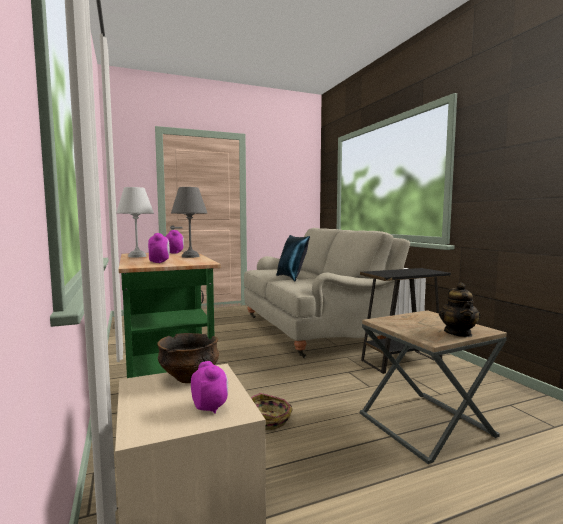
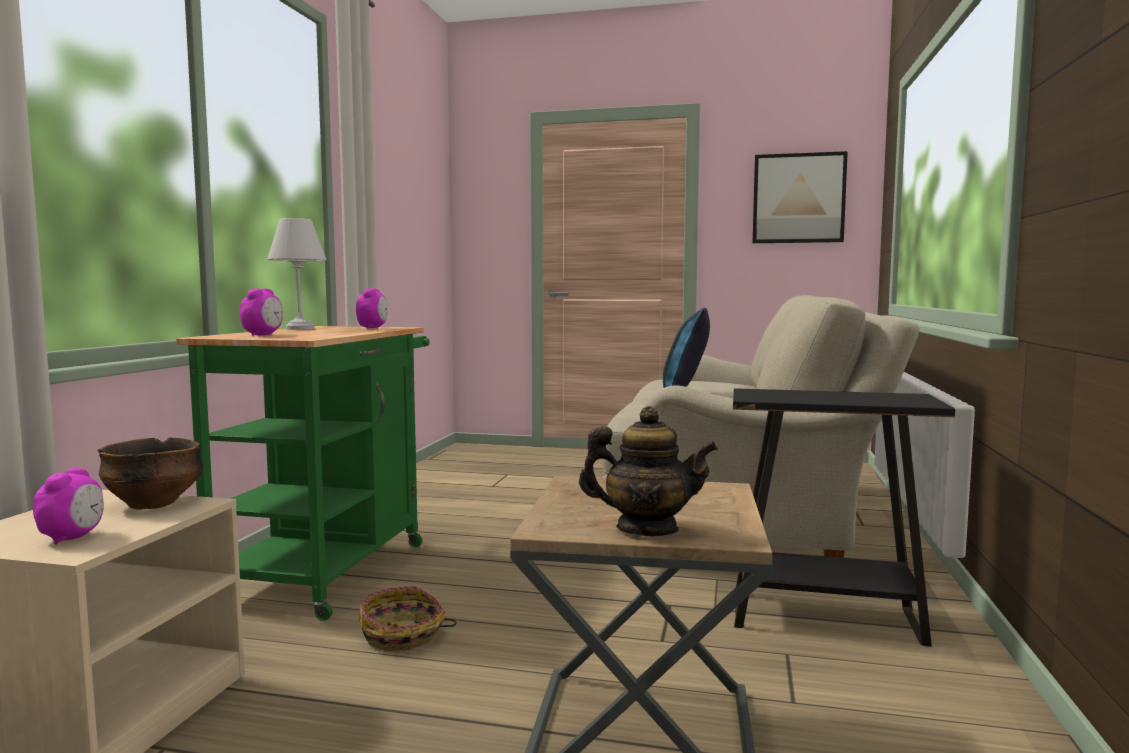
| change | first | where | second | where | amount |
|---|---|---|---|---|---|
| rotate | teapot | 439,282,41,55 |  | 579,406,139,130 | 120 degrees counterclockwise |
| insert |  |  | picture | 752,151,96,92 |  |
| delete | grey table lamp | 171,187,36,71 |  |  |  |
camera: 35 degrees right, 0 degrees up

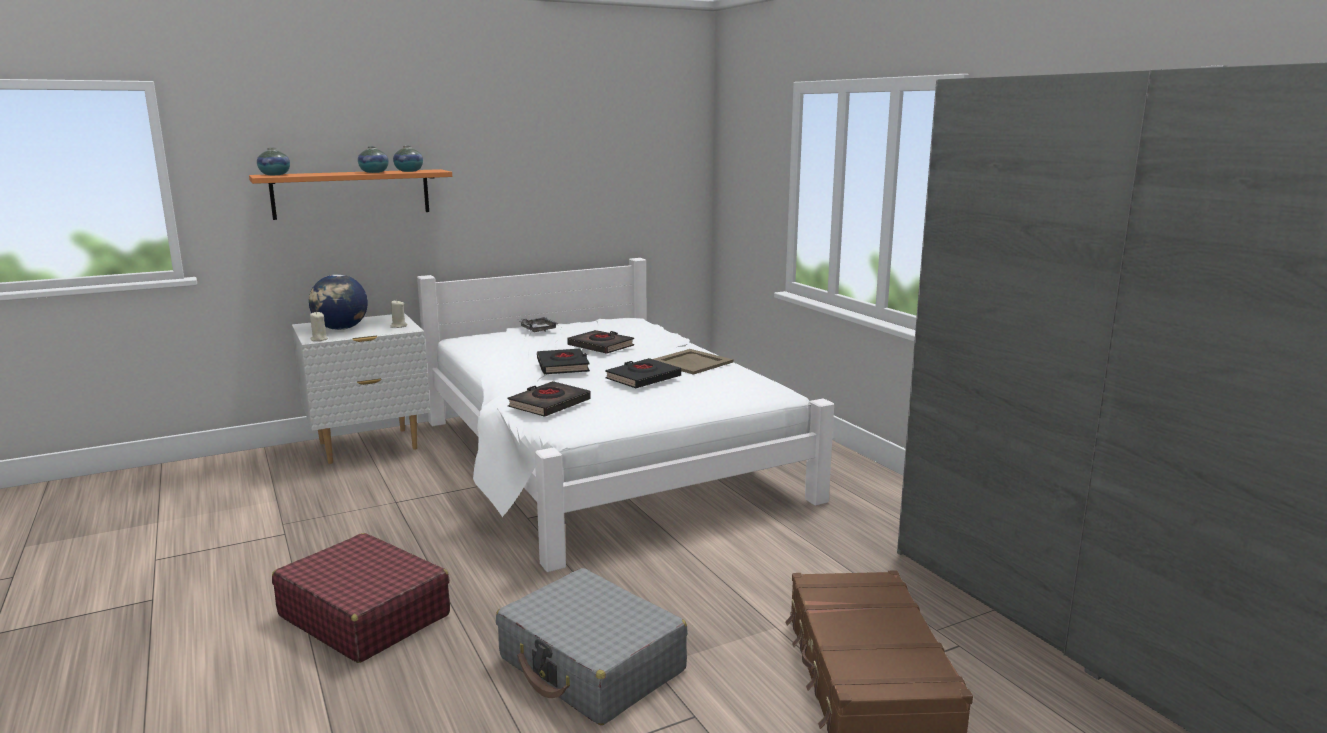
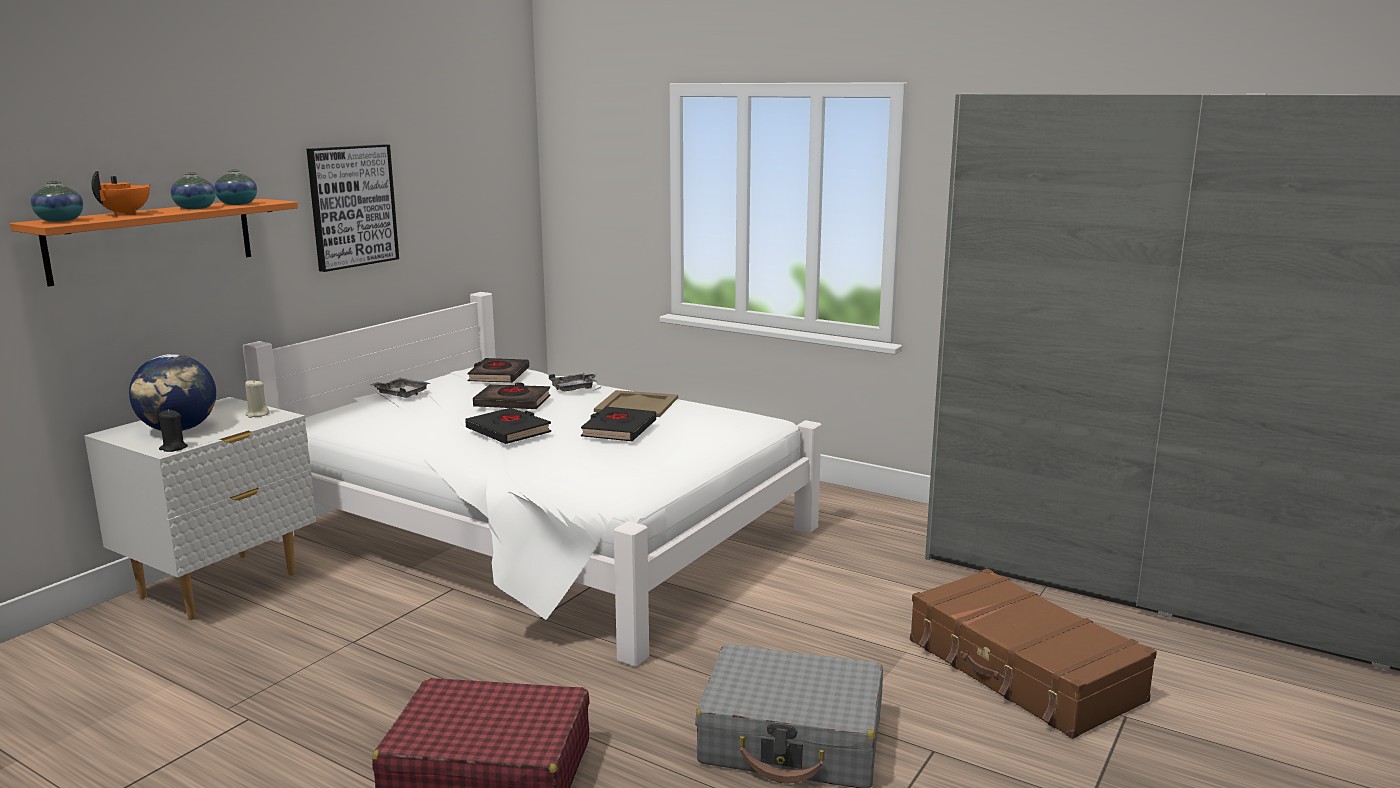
| change | first | where | second | where | amount |
|---|---|---|---|---|---|
| insert |  |  | orange teapot | 92,171,59,45 |  |
| recolor | beige candle | 310,311,18,30 | black candle | 158,409,30,43 |  |
| insert |  |  | picture | 307,144,92,128 |  |
| move | black book | 508,381,83,36 |  | 468,358,61,25 |  |
| insert |  |  | grey tray | 549,373,50,18 |  |
camera: 30 degrees left, 0 degrees up

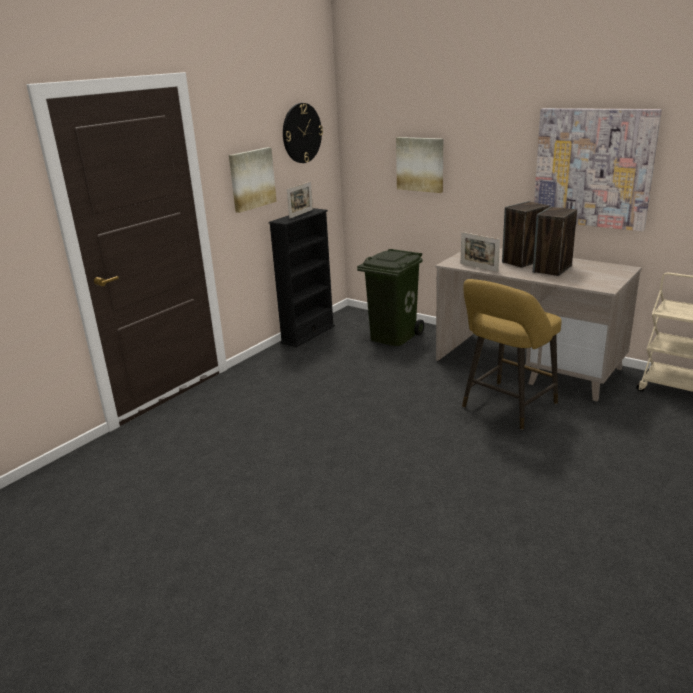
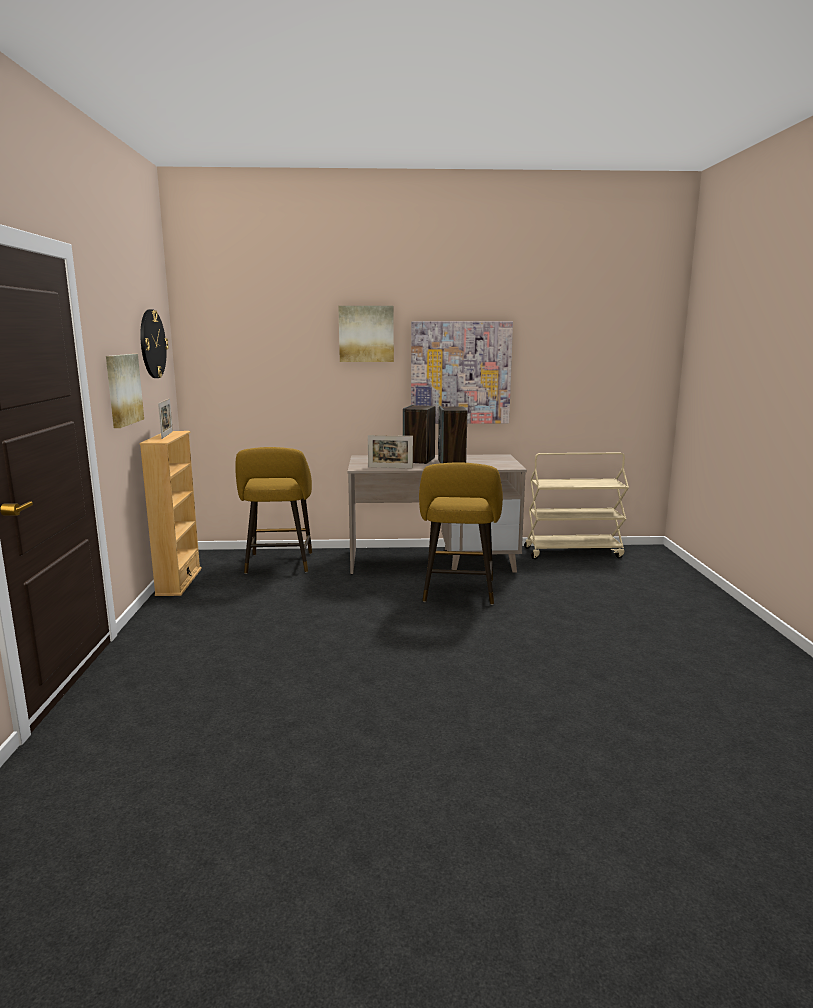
| change | first | where | second | where | amount |
|---|---|---|---|---|---|
| recolor | black bookcase | 269,208,66,139 | beige bookcase | 140,431,62,165 |  |
| replace | green trash can | 357,249,67,97 | yellow stool | 235,447,77,127 |  |
| move | picture | 396,137,47,56 |  | 338,306,56,56 |  |
camera: 40 degrees left, 10 degrees down

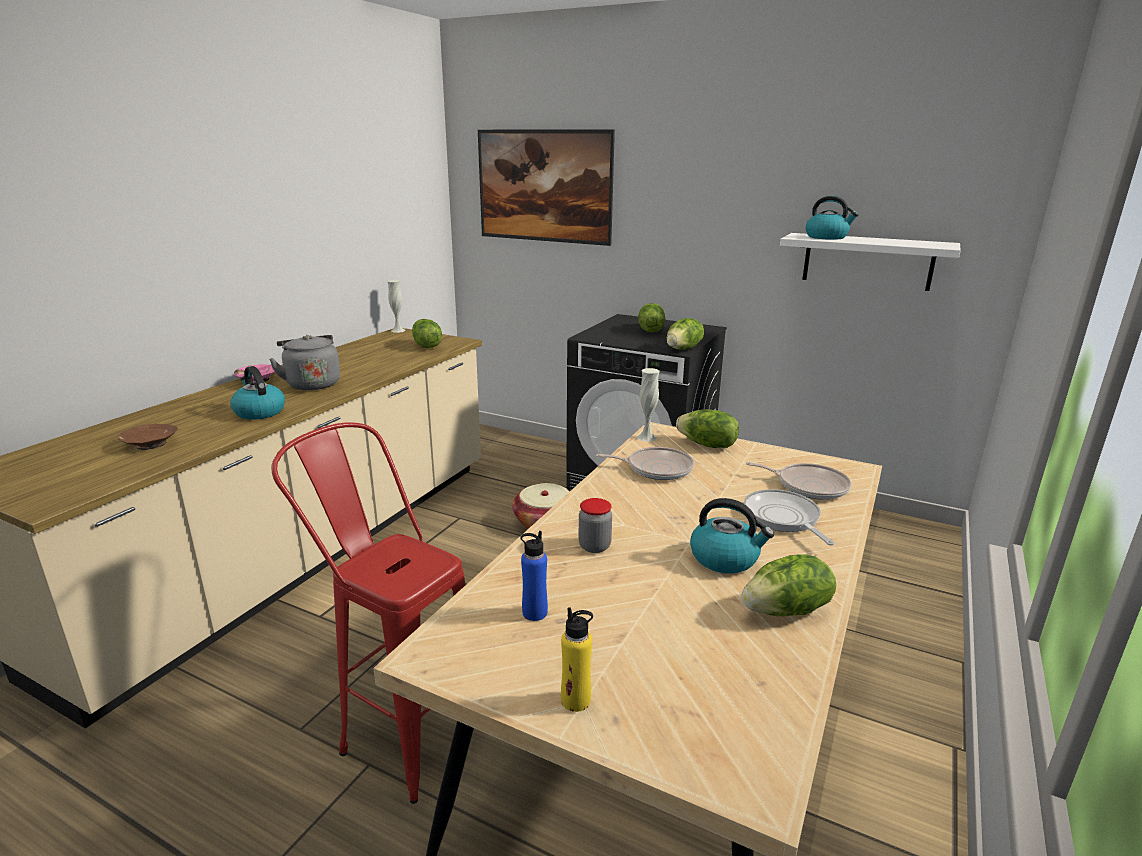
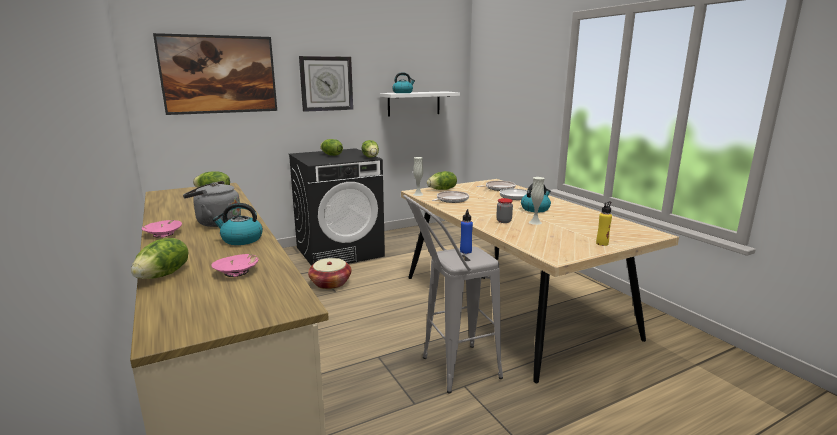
| change | first | where | second | where | amount |
|---|---|---|---|---|---|
| move | lettuce | 742,554,94,62 |  | 131,238,58,41 |  |
| recolor | brown bowl | 118,424,60,26 | pink bowl | 212,254,47,23 |  |
| insert |  |  | wall clock | 299,56,54,56 |  |
| recolor | red stool | 272,422,194,382 | grey stool | 403,195,100,198 |  |
| move | blue bottle | 520,531,28,90 |  | 460,209,13,45 |  |
| move | white vase | 387,280,18,53 |  | 529,177,16,48 |  |
camera: 55 degrees left, 5 degrees down

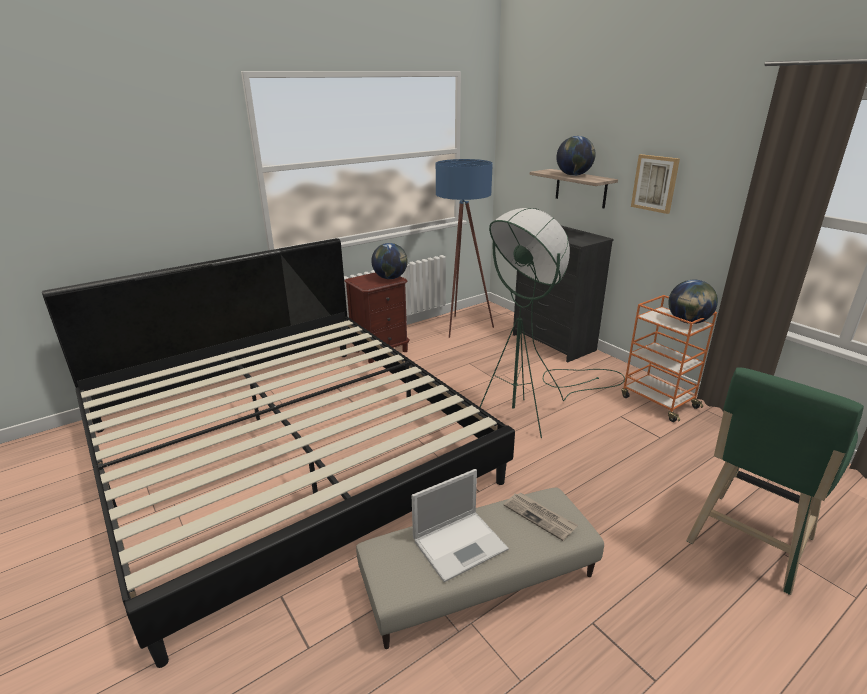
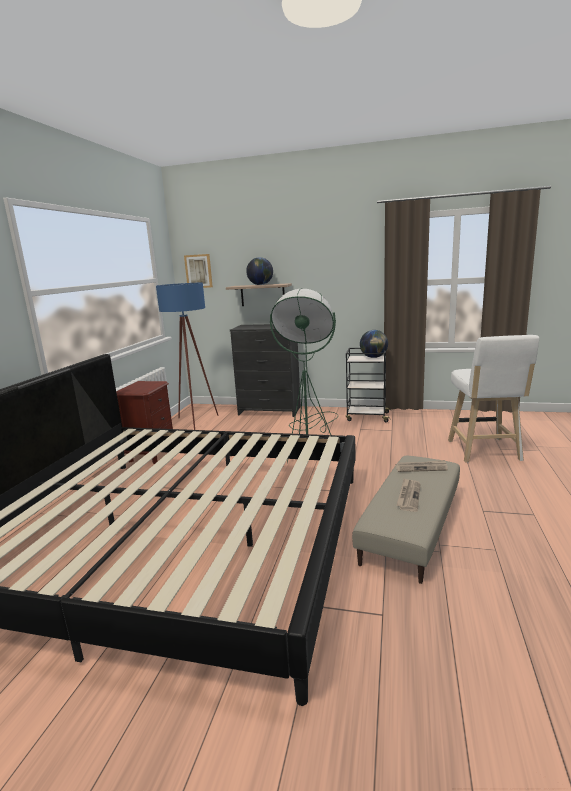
| change | first | where | second | where | amount |
|---|---|---|---|---|---|
| move | picture | 631,154,49,60 |  | 184,254,29,34 |  |
| recolor | orange cart | 621,295,96,127 | black cart | 346,348,45,74 |  |
| replace | laptop | 411,469,98,113 | newspaper | 396,478,25,34 |  |
| recolor | green stool | 686,367,178,228 | white stool | 448,335,91,128 |  |
| delete | globe | 371,243,37,36 |  |  |  |
camera: 40 degrees left, 10 degrees down

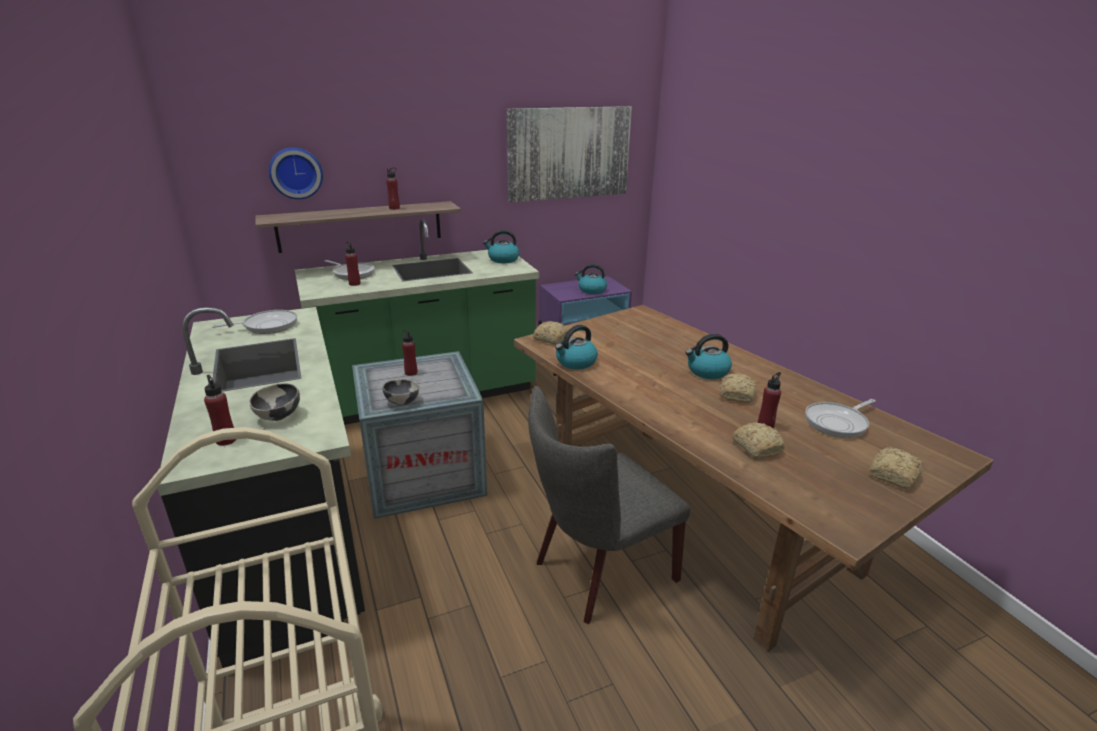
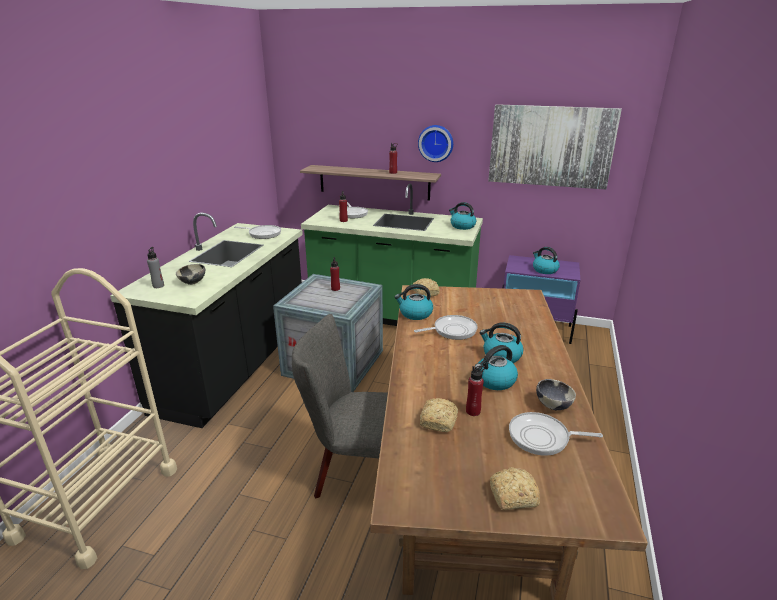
| change | first | where | second | where | amount |
|---|---|---|---|---|---|
| recolor | red bottle | 204,375,32,71 | grey bottle | 147,247,17,41 |  |
| insert |  |  | frying pan | 414,315,64,25 |  |
| move | wall clock | 269,147,54,52 |  | 418,125,35,37 |  |
| replace | bread | 720,373,37,30 | kettle | 474,345,44,45 |  |
| move | bowl | 383,379,36,27 |  | 536,379,40,31 |  |
camera: 40 degrees right, 0 degrees up

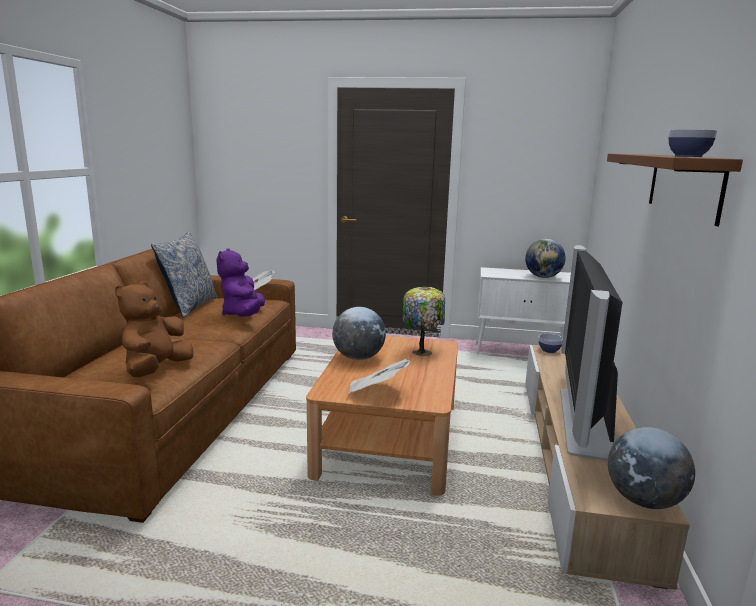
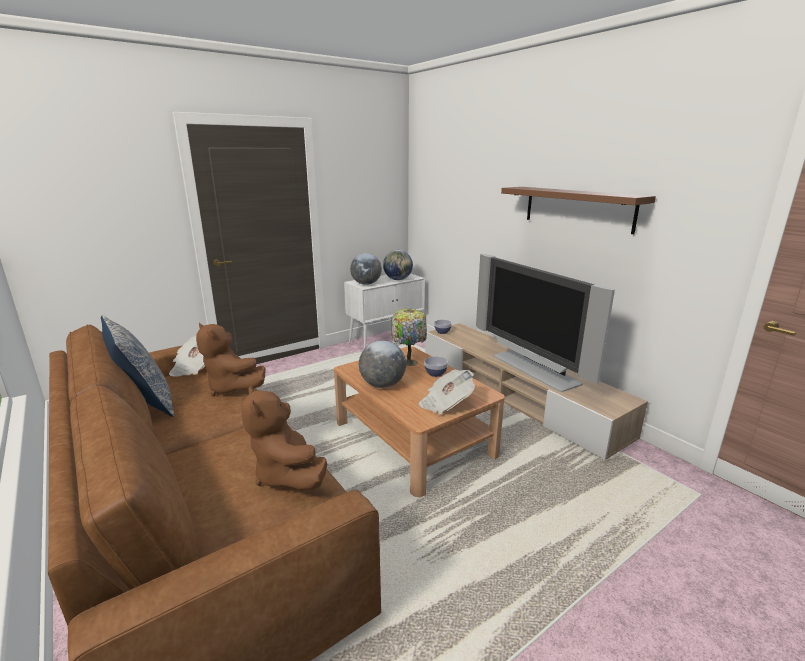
| change | first | where | second | where | amount |
|---|---|---|---|---|---|
| recolor | purple plush toy | 216,248,49,69 | brown plush toy | 196,323,69,73 |  |
| move | globe | 608,427,87,82 |  | 350,253,32,32 |  |
| move | bowl | 668,129,49,28 |  | 424,356,24,21 |  |
camera: 45 degrees left, 5 degrees up

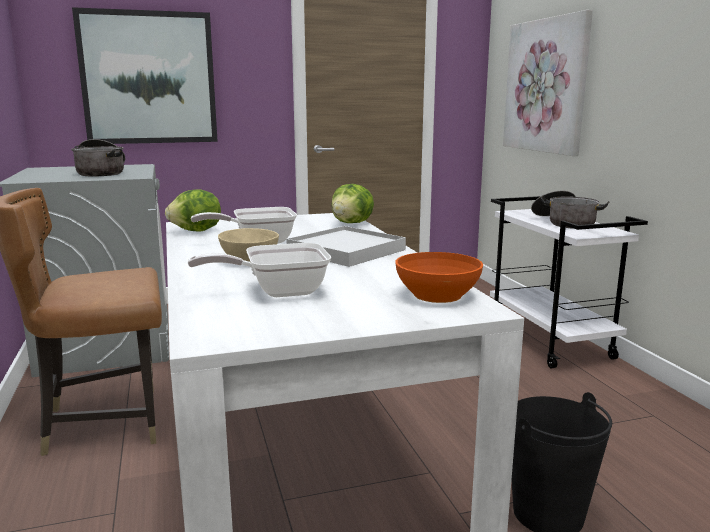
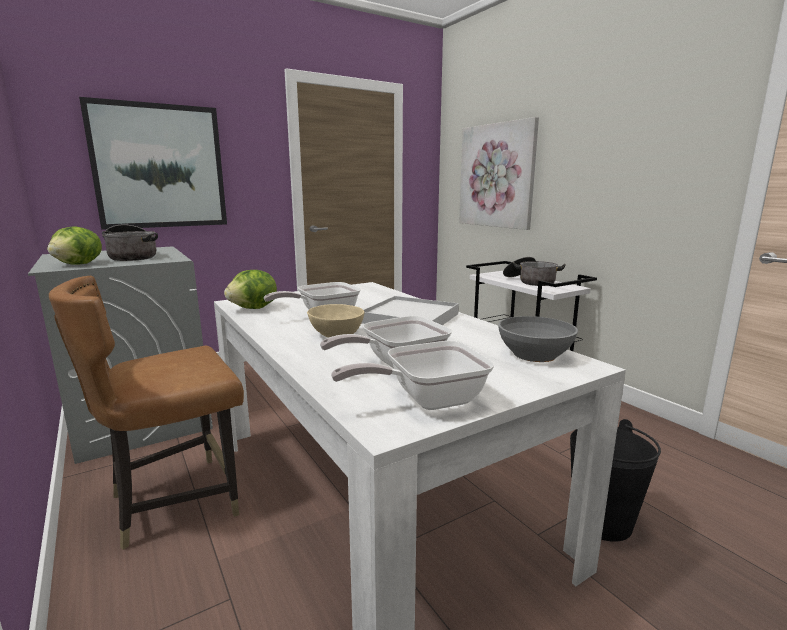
| change | first | where | second | where | amount |
|---|---|---|---|---|---|
| move | lettuce | 332,184,42,39 |  | 47,226,55,39 |  |
| insert |  |  | frying pan | 331,341,163,69 |  |
| recolor | orange bowl | 395,252,88,51 | grey bowl | 498,316,80,46 |  |
camera: 15 degrees left, 0 degrees up

